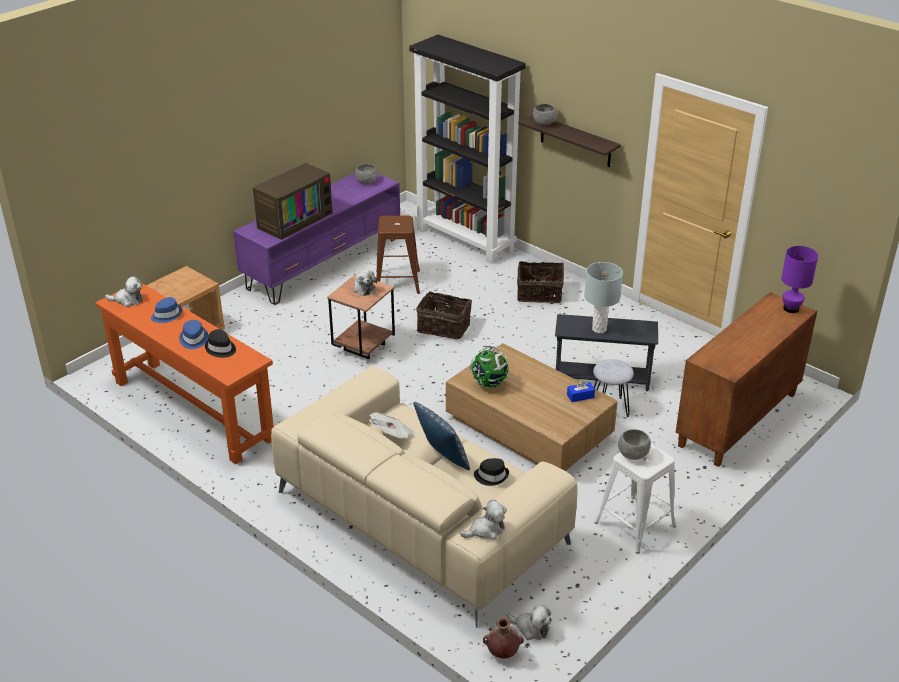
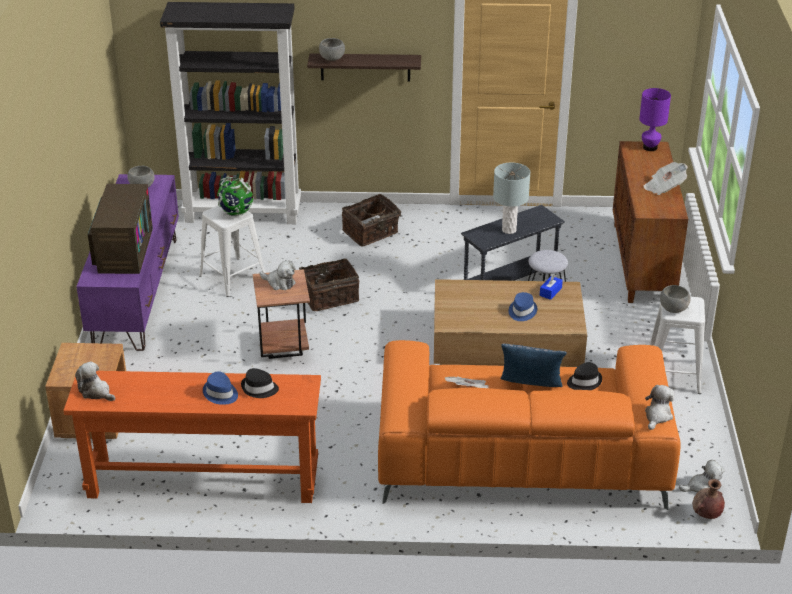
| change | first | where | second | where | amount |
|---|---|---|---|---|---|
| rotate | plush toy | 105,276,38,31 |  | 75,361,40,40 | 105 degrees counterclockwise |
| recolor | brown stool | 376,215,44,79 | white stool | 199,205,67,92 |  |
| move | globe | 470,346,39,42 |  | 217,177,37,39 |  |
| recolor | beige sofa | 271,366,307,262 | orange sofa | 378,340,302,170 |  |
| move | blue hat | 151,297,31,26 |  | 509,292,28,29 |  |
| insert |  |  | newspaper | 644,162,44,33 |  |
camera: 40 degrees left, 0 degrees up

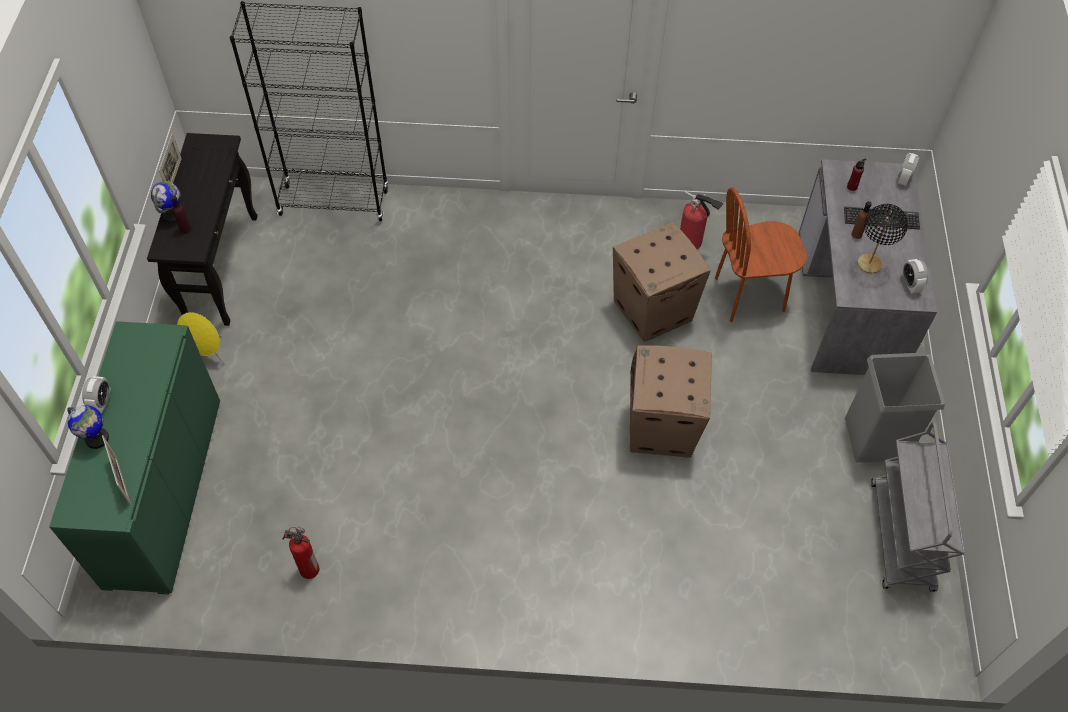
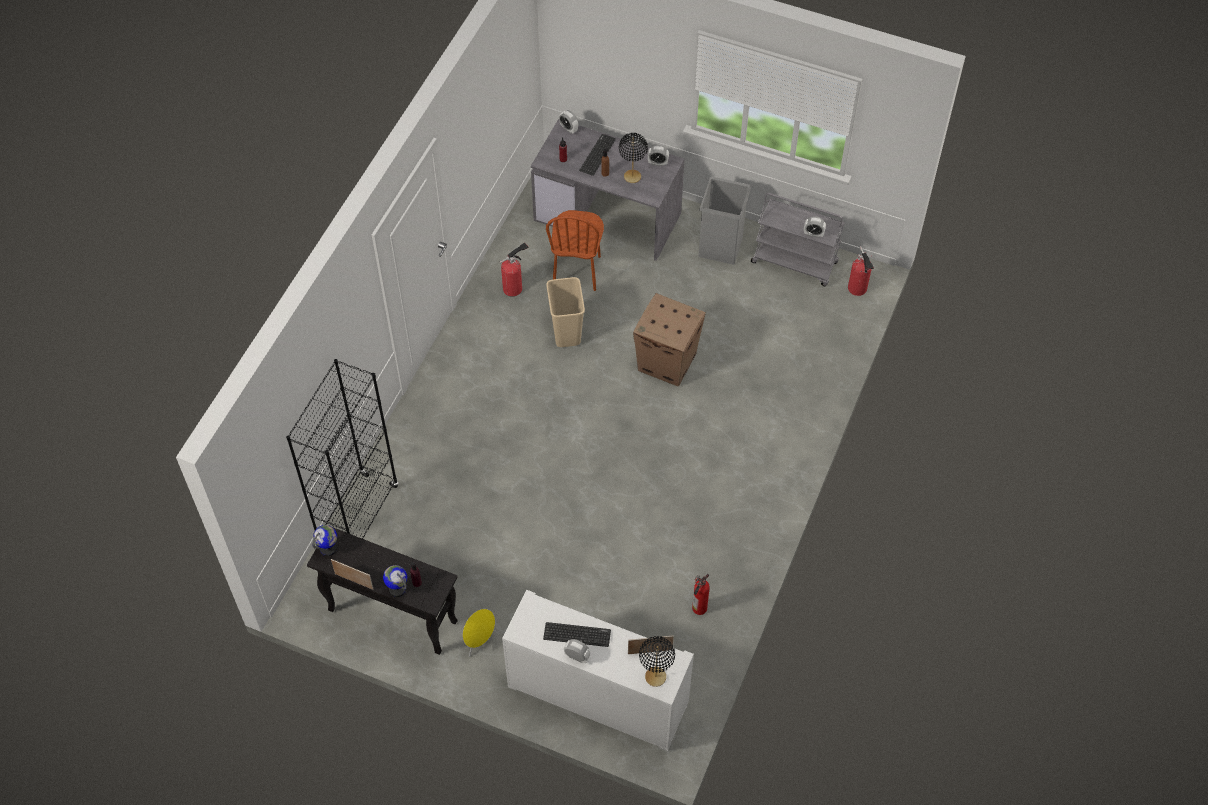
| change | first | where | second | where | amount |
|---|---|---|---|---|---|
| move | globe | 67,405,42,44 |  | 312,525,25,31 |  |
| recolor | green cabinet | 49,321,171,274 | white cabinet | 502,590,192,161 |  |
| insert |  |  | keyboard | 543,622,68,25 |  |
| replace | cardboard box | 613,223,97,119 | beige trash can | 546,277,39,70 |  |
| insert |  |  | black table lamp | 639,636,36,51 |  |
| insert |  |  | alarm clock | 804,216,22,22 |  |
| insert |  |  | fire extinguisher | 848,246,26,50 |  |
camera: 70 degrees left, 0 degrees up

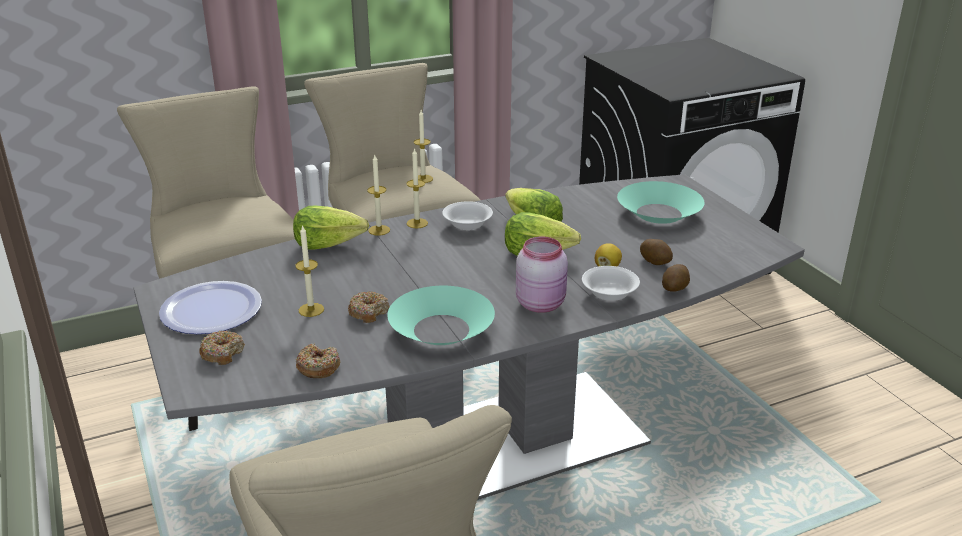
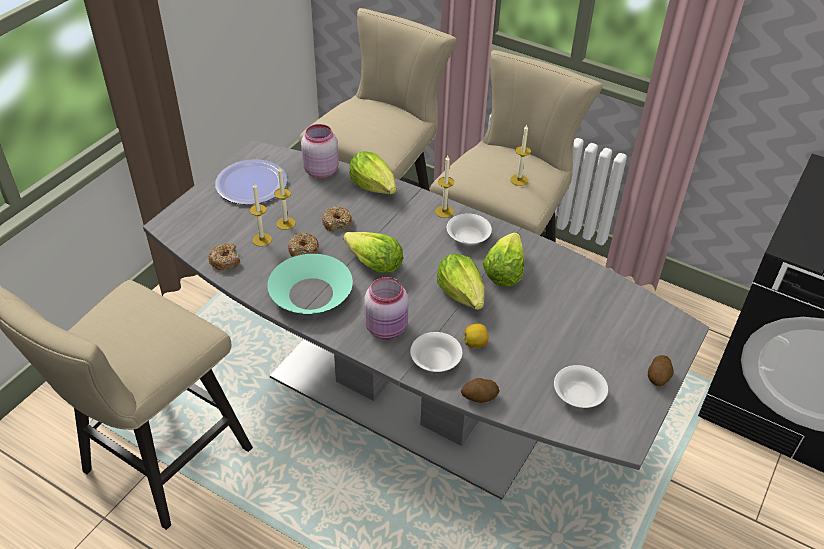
| change | first | where | second | where | amount |
|---|---|---|---|---|---|
| move | candle | 367,155,23,81 |  | 249,183,23,64 |  |
| insert |  |  | pink jar | 301,124,38,54 |  |
| move | donut | 199,331,46,34 |  | 322,206,30,25 |  |
| insert |  |  | lettuce | 343,232,60,41 |  |
| insert |  |  | white bowl | 554,365,54,43 |  |
| move | potato | 640,239,33,26 |  | 648,355,26,31 |  |
| delete | turquoise bowl | 617,181,87,43 |  |  |  |
camera: 55 degrees right, 15 degrees up

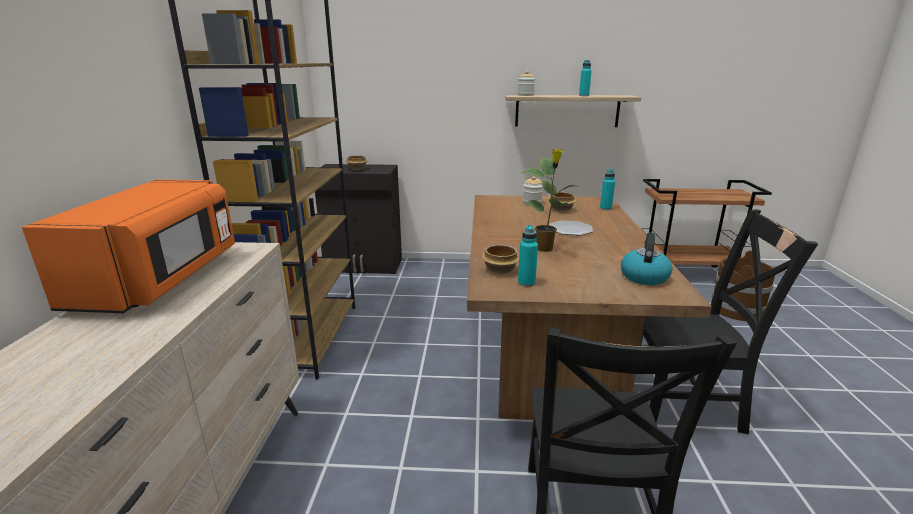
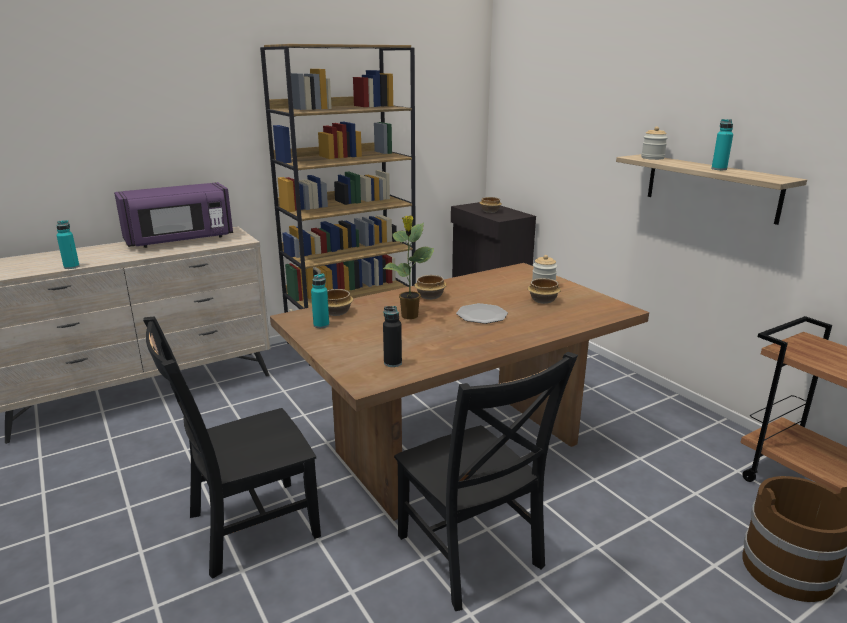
| change | first | where | second | where | amount |
|---|---|---|---|---|---|
| move | turquoise bottle | 600,169,15,41 |  | 56,220,24,49 |  |
| recolor | orange microwave | 22,179,213,134 | purple microwave | 114,182,119,66 |  |
| replace | kettle | 621,233,52,52 | black bottle | 383,306,19,61 |  |
| insert |  |  | bowl | 414,275,33,25 |  |
camera: 55 degrees right, 0 degrees up

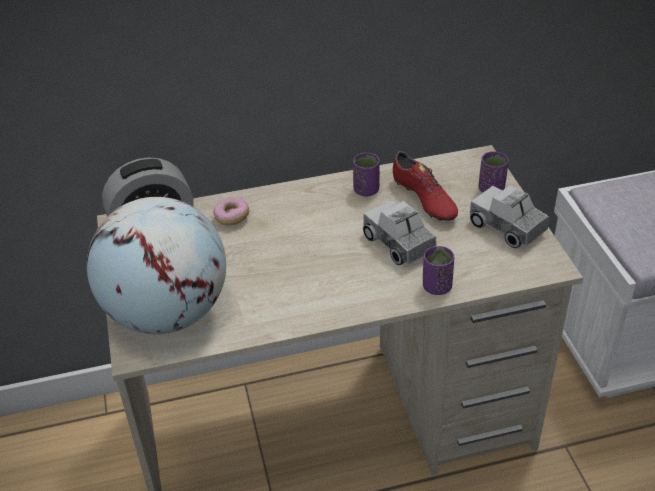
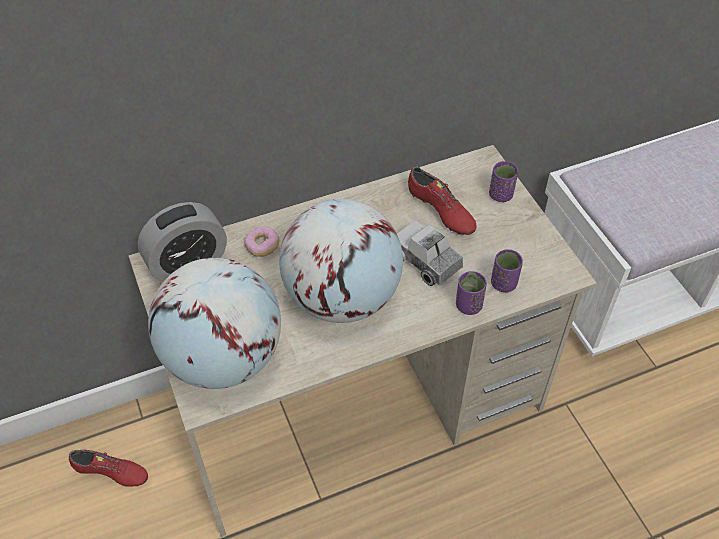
| change | first | where | second | where | amount |
|---|---|---|---|---|---|
| insert |  |  | red shoe | 69,450,79,37 |  |
| insert |  |  | globe | 279,199,124,124 |  |
| move | purple cup | 353,153,27,43 |  | 491,249,32,43 |  |
| delete | toy truck | 470,185,79,63 |  |  |  |
camera: 10 degrees left, 10 degrees up

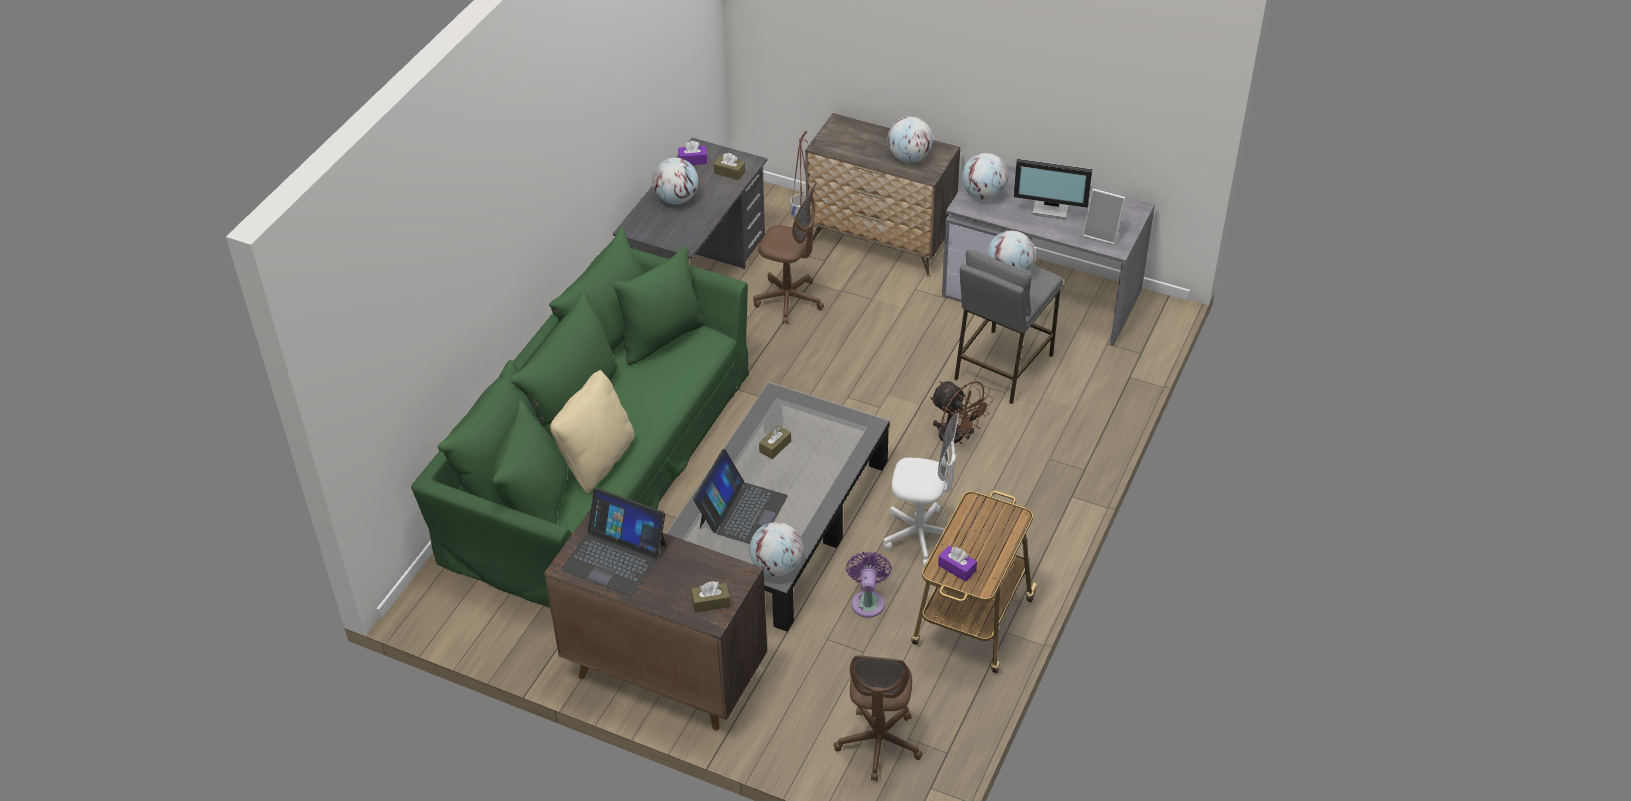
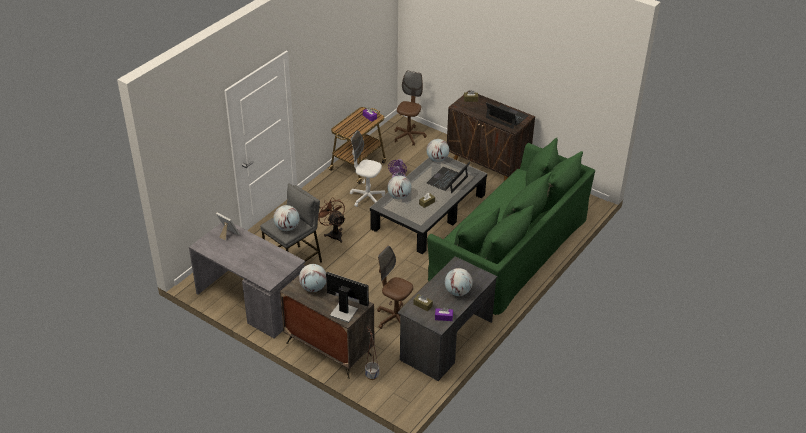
| change | first | where | second | where | amount |
|---|---|---|---|---|---|
| move | monitor | 1014,159,78,61 |  | 326,272,43,51 |  |
| move | globe | 962,153,46,47 |  | 387,175,24,24 |  |
| delete | beige pillow | 550,370,85,123 |  |  |  |
camera: 170 degrees left, 5 degrees down

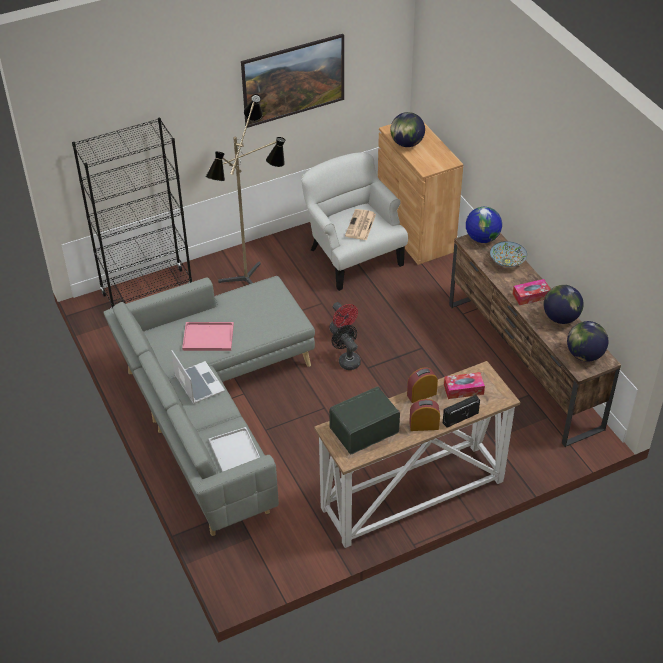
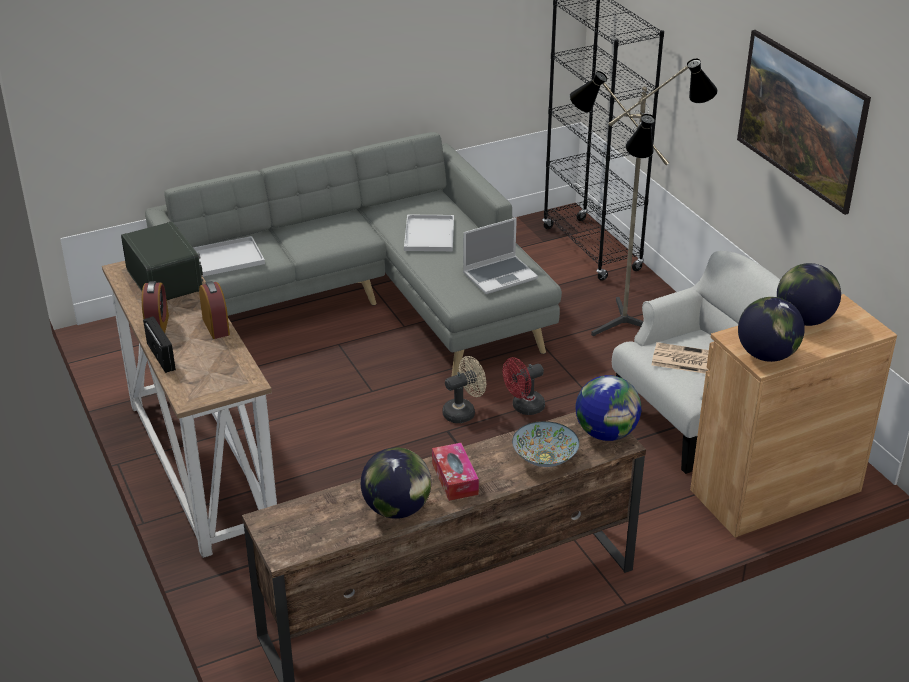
| change | first | where | second | where | amount |
|---|---|---|---|---|---|
| recolor | pink tray | 182,322,52,29 | white tray | 404,214,50,37 |  |
| recolor | black fan | 332,325,29,45 | beige fan | 442,356,44,67 |  |
| move | laptop | 171,350,54,54 |  | 463,218,75,76 |  |
| move | globe | 567,321,41,41 |  | 738,297,67,65 |  |
| delete | tissue box | 444,372,41,27 |  |  |  |
camera: 90 degrees right, 10 degrees down

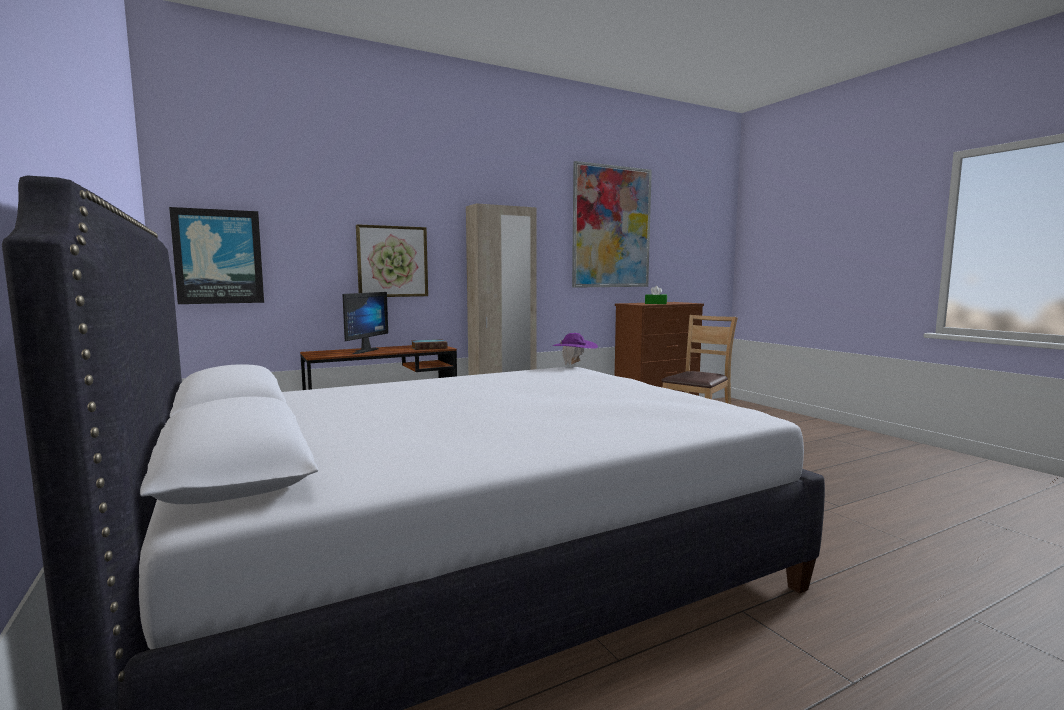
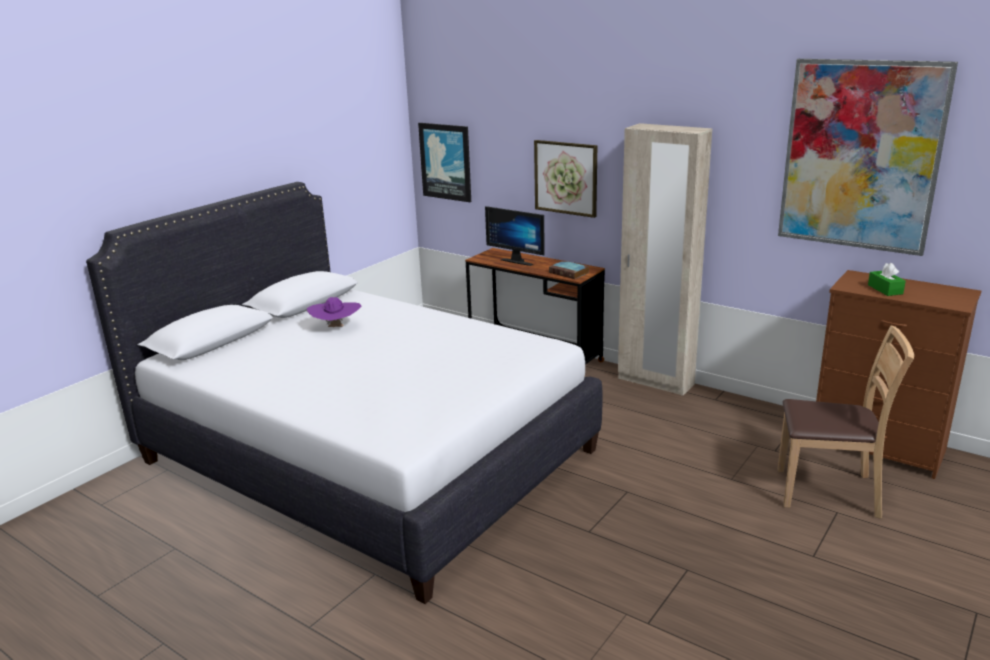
| change | first | where | second | where | amount |
|---|---|---|---|---|---|
| move | purple hat | 553,333,45,32 |  | 307,297,54,30 |  |
| rotate | monitor | 343,292,45,62 |  | 485,206,60,60 | 45 degrees clockwise |
camera: 65 degrees right, 15 degrees up

